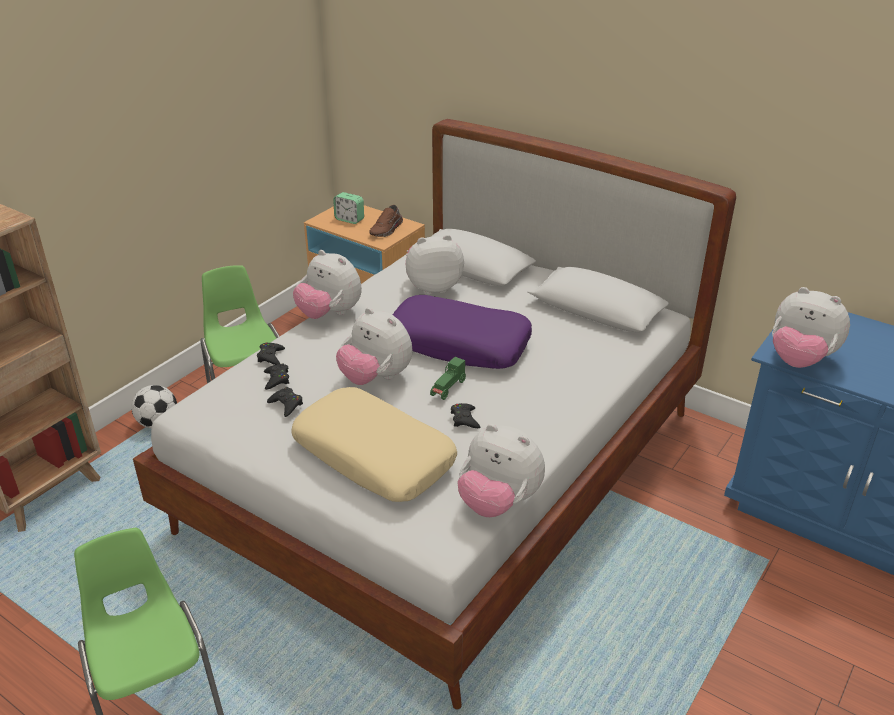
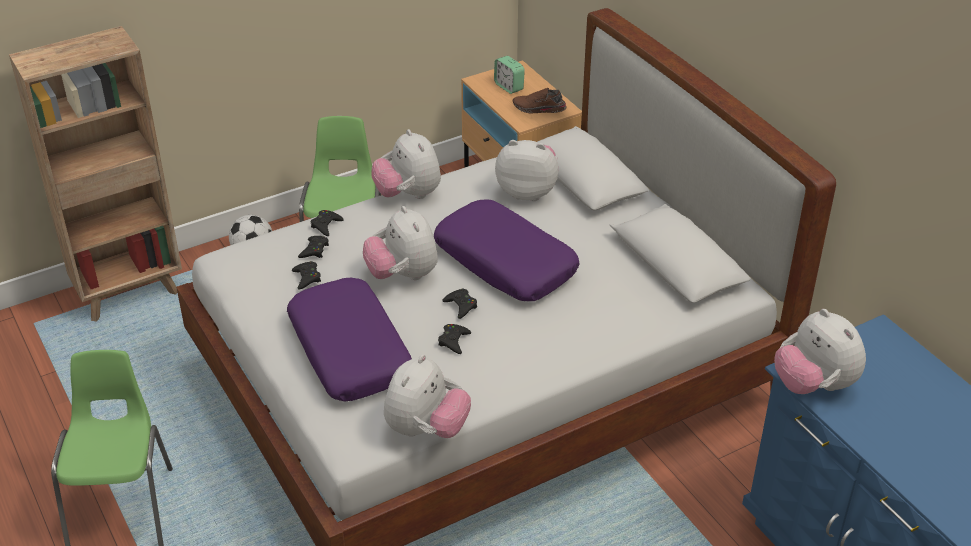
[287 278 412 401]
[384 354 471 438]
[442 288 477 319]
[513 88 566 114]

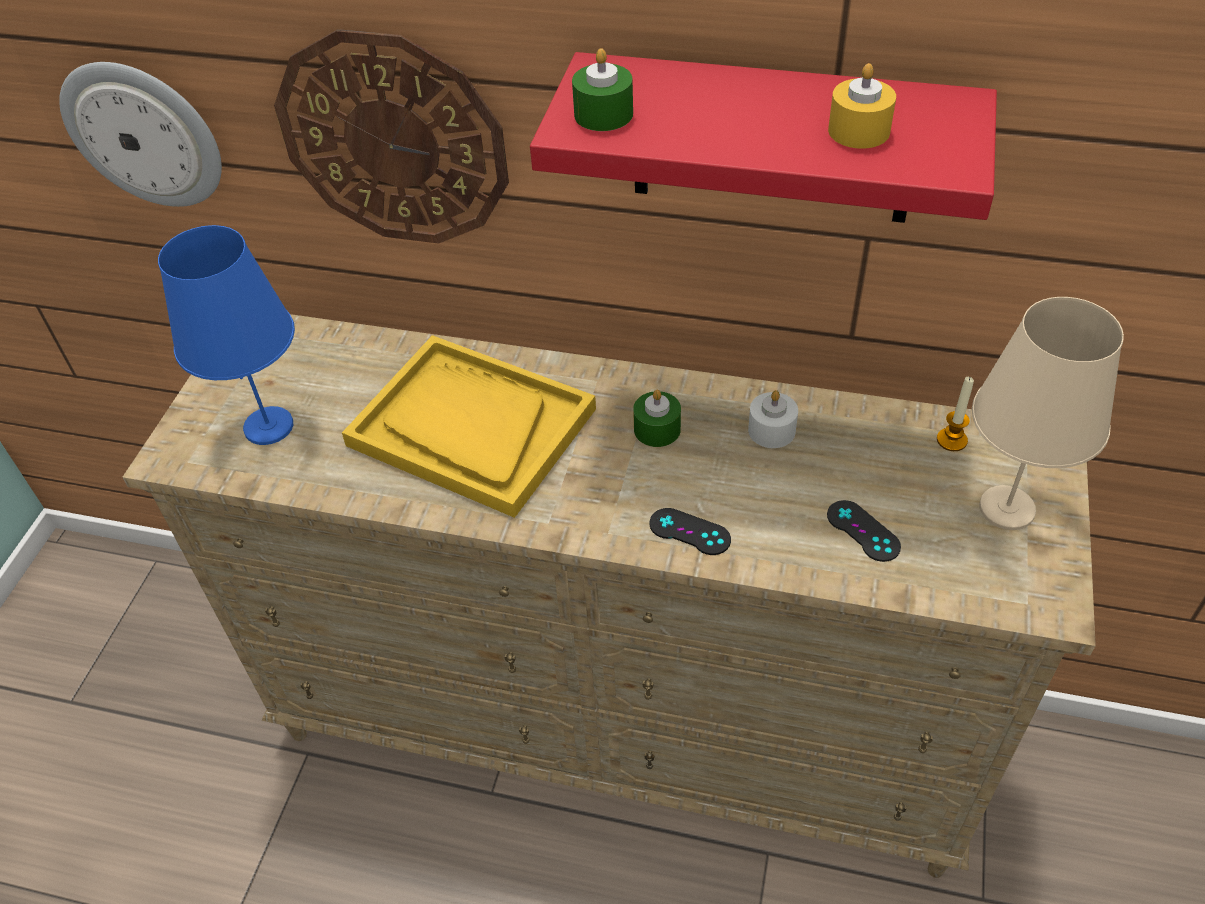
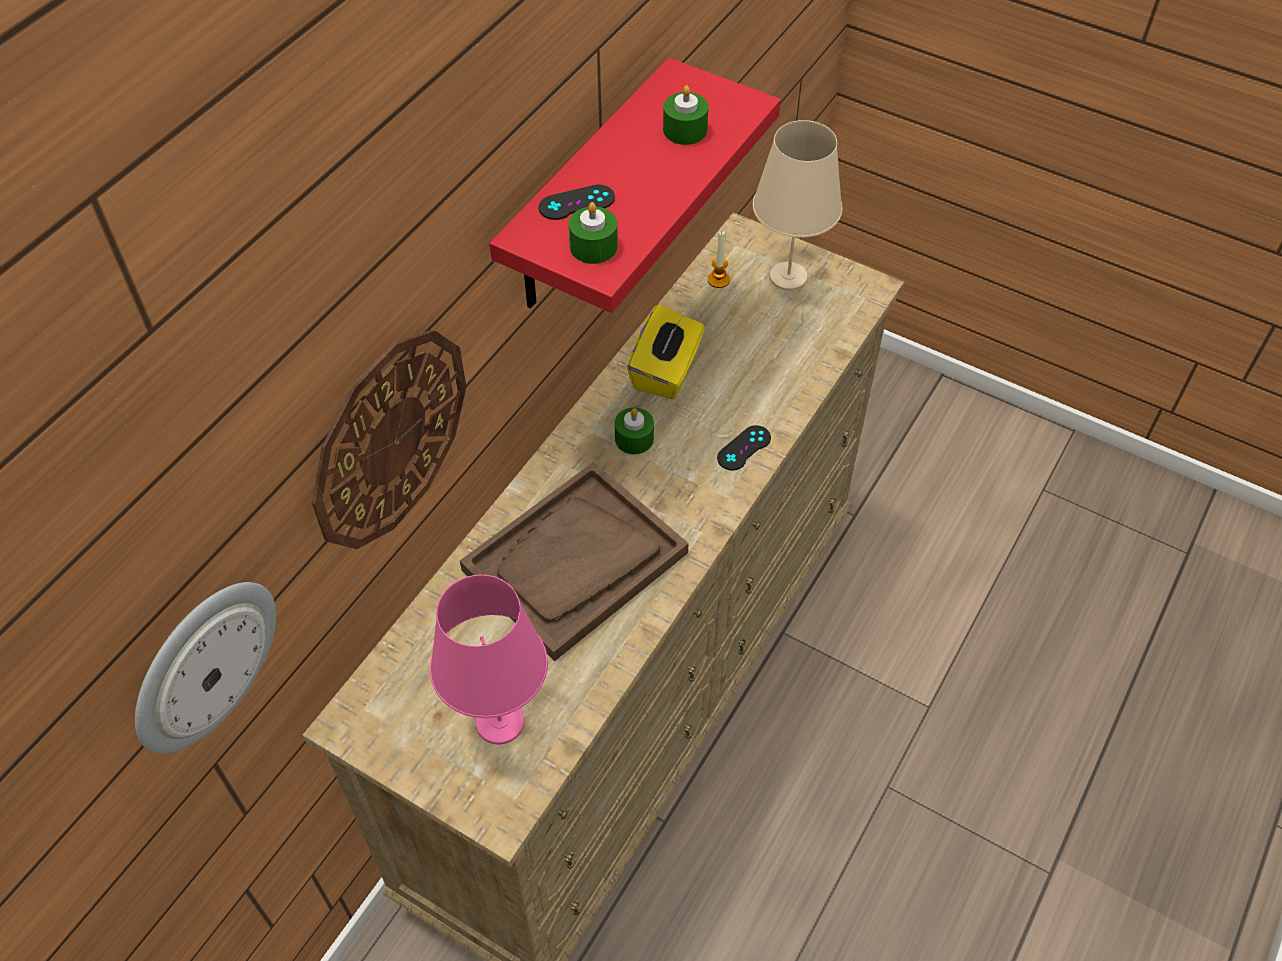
[430 575 548 745]
[460 462 689 661]
[539 185 615 220]
[627 304 705 400]
[663 85 708 145]

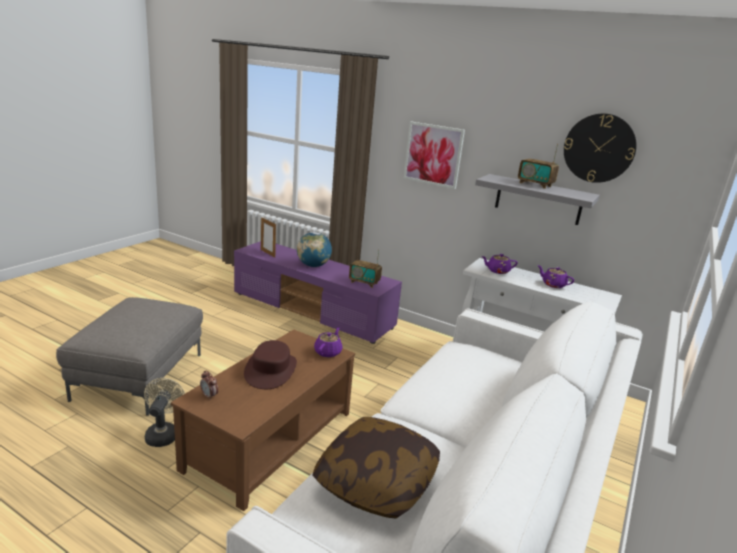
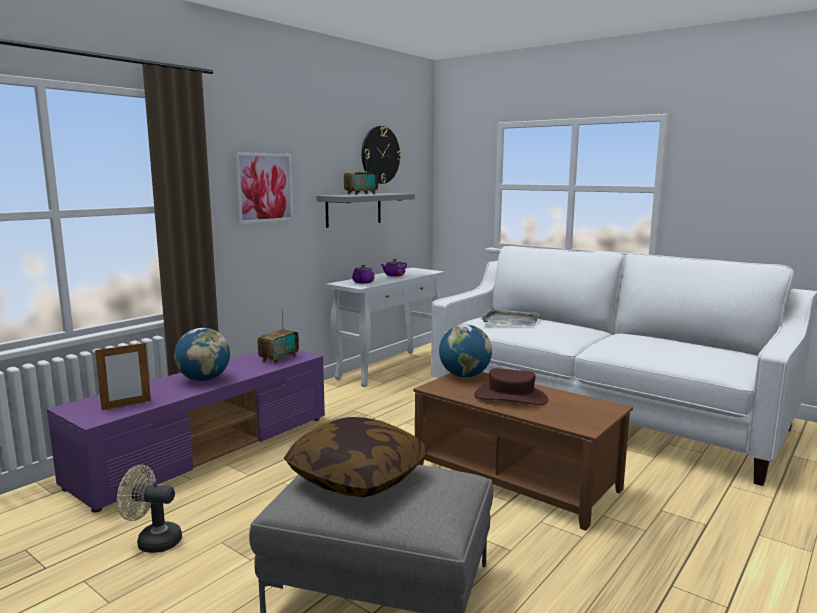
[117 465 182 553]
[284 417 428 497]
[439 324 492 377]
[481 308 539 326]
[200 371 218 400] (first image)

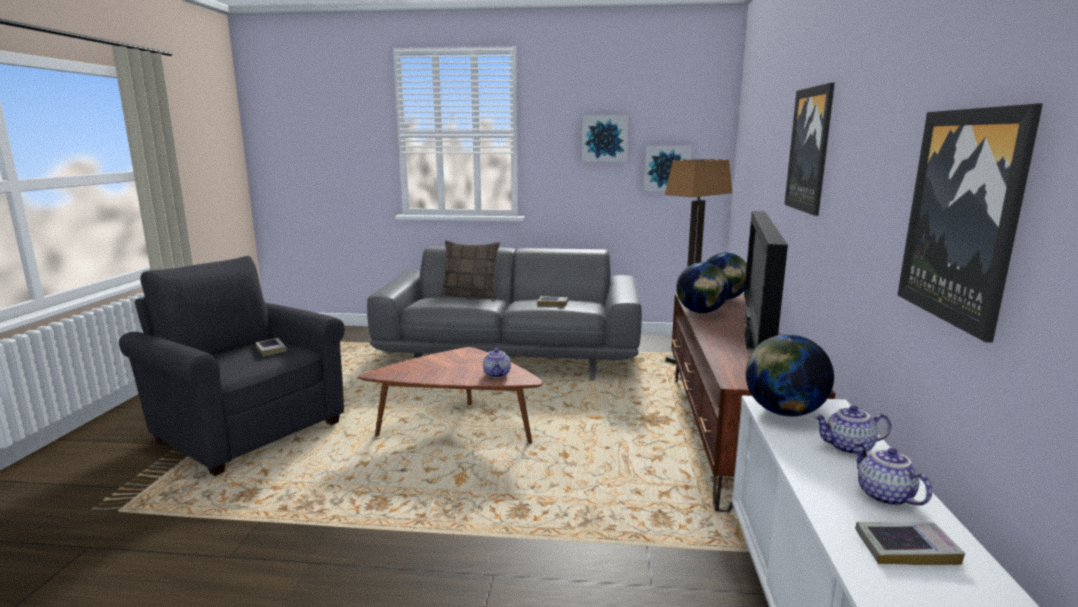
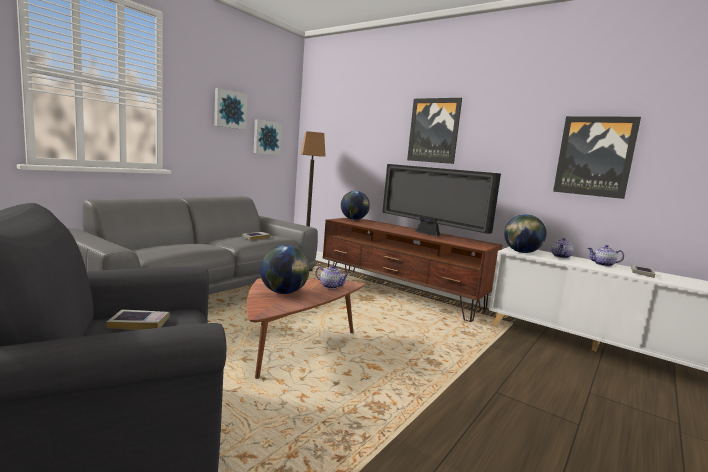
[260 245 310 294]
[440 240 500 299] (first image)

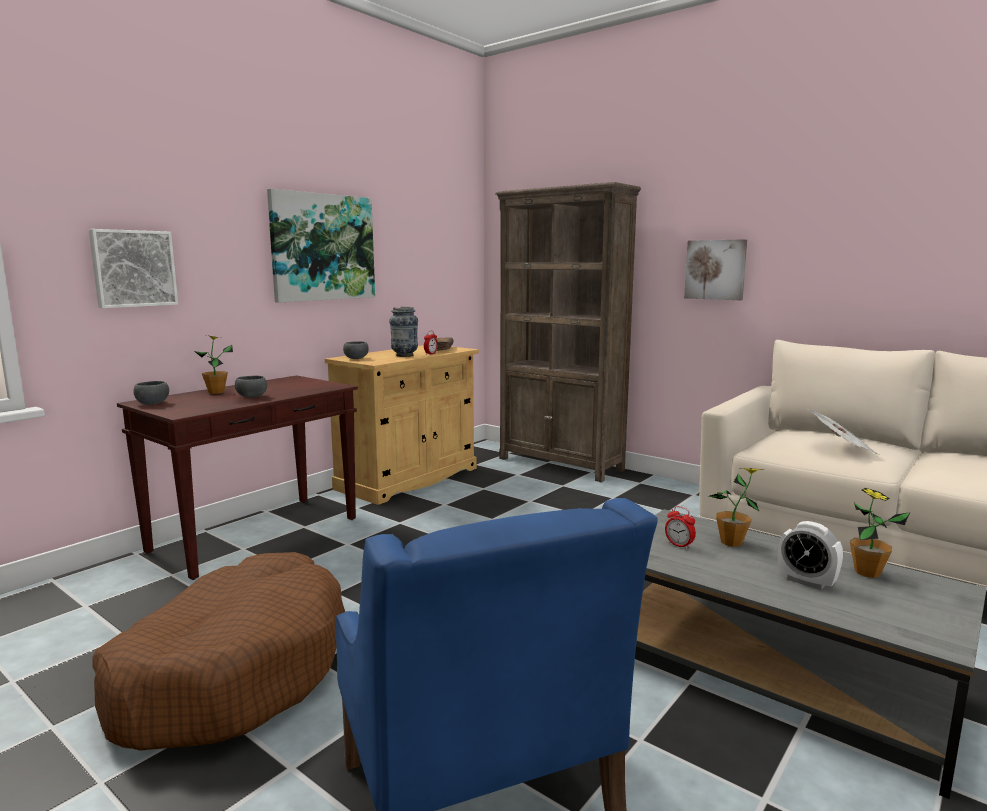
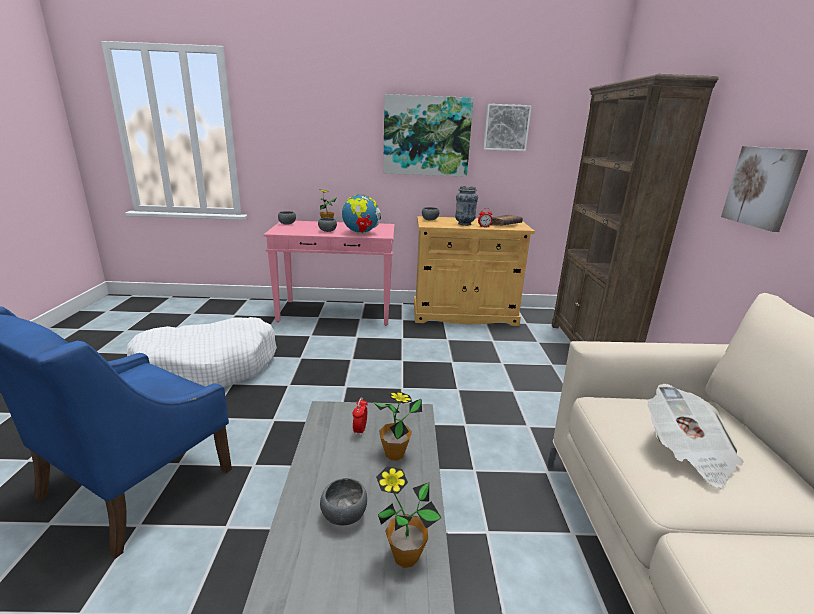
[126 317 277 387]
[264 221 395 325]
[320 478 367 526]
[342 195 381 234]
[483 104 532 151]

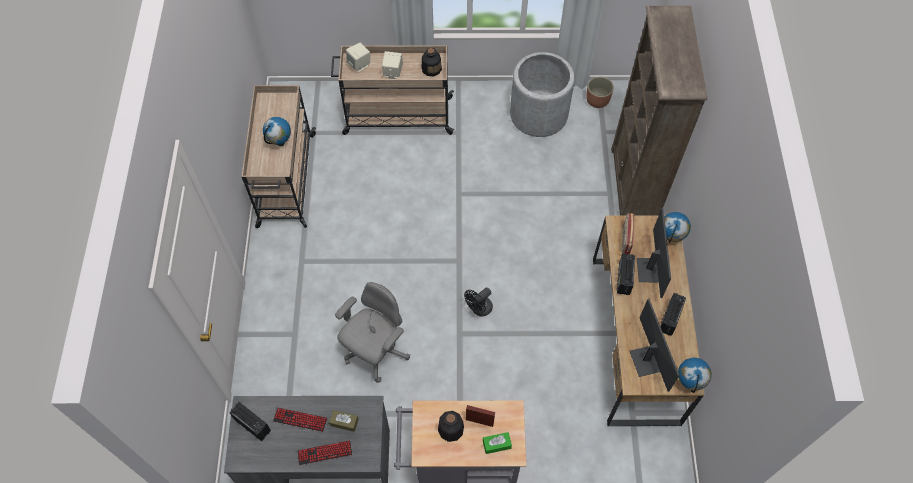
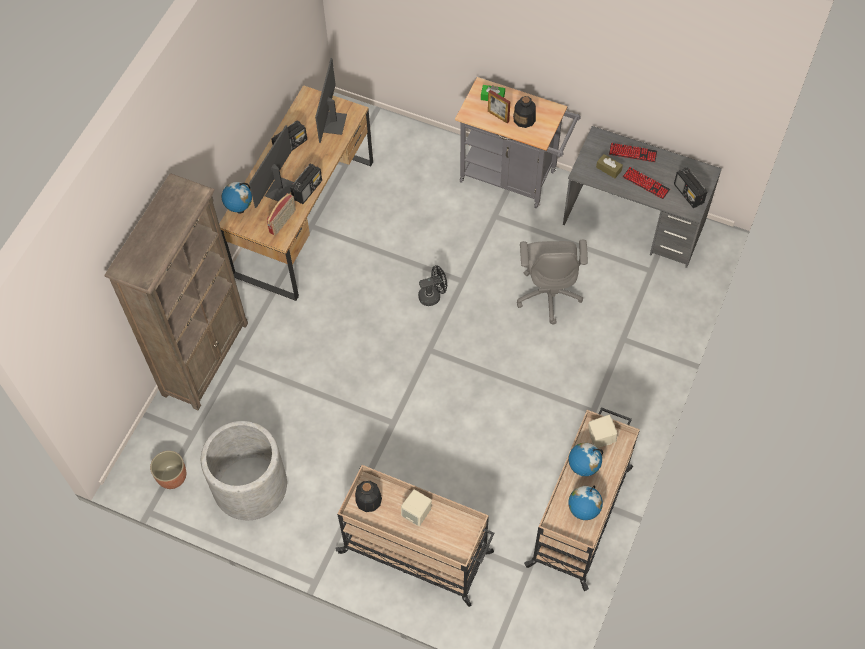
[517 240 588 325]
[568 485 603 520]
[588 415 617 448]

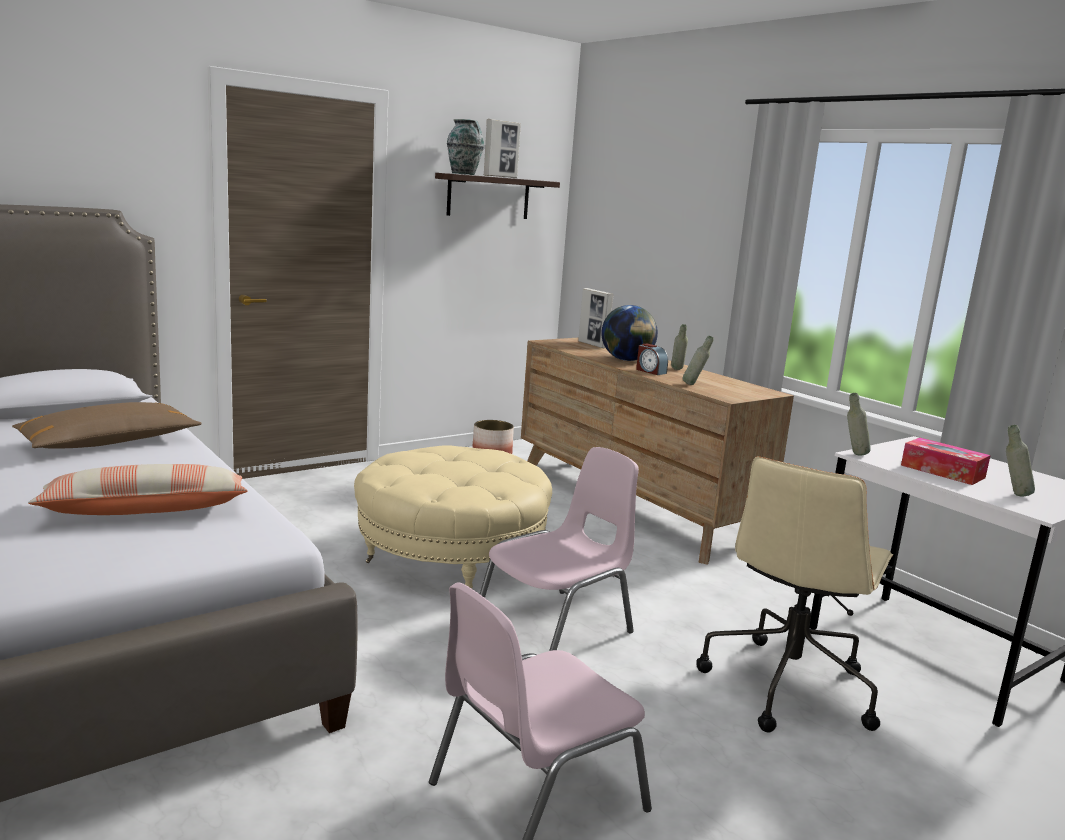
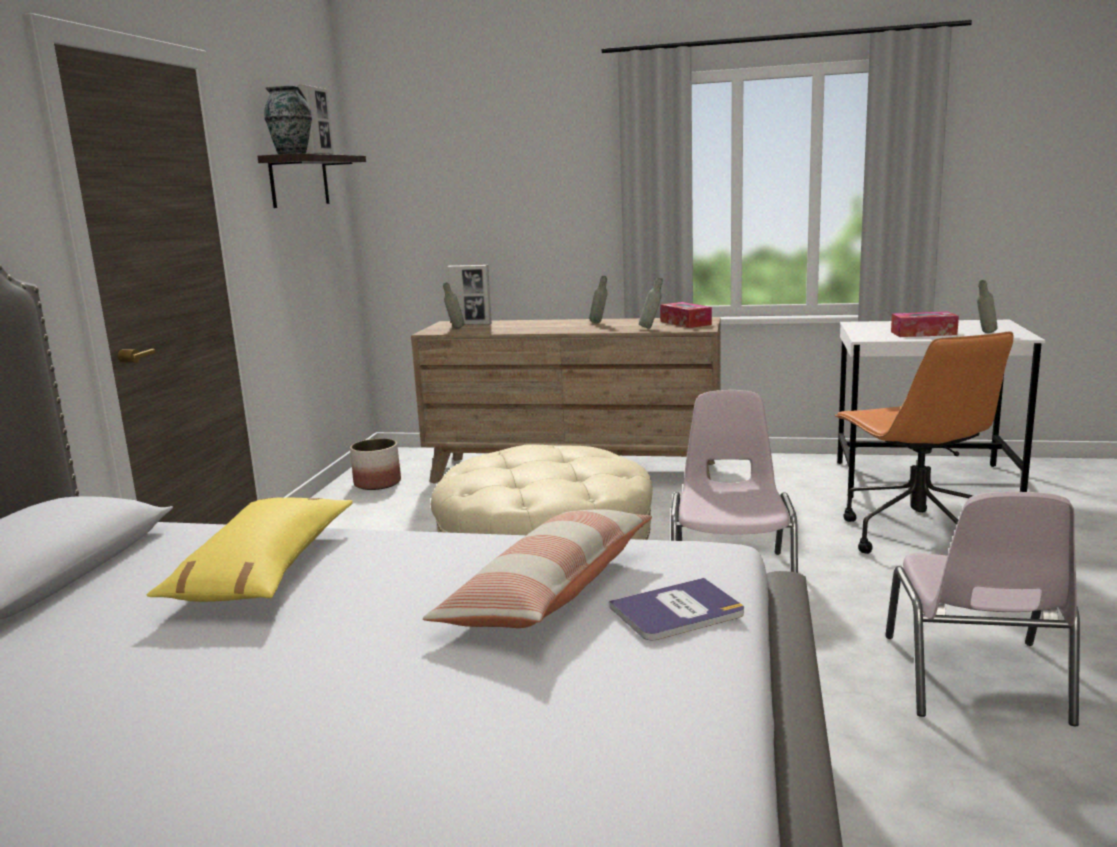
[147 498 353 602]
[443 282 465 329]
[609 578 744 640]
[660 302 712 328]
[835 332 1014 554]
[601 305 658 361] (first image)
[636 343 668 375] (first image)

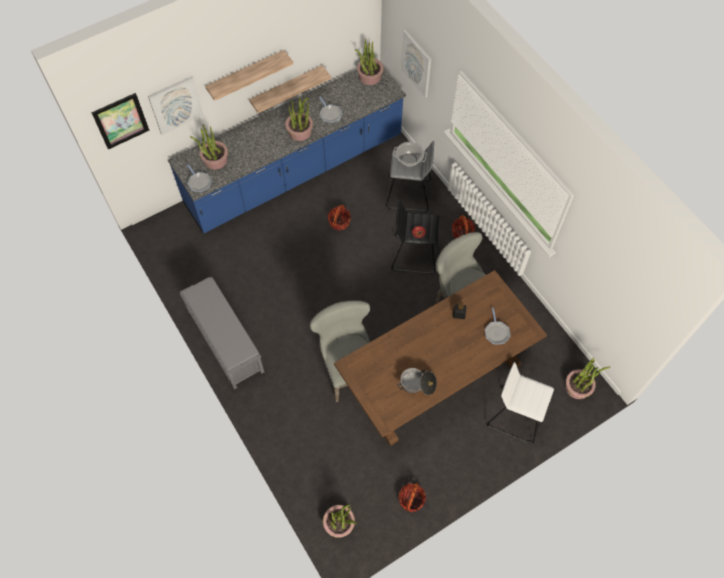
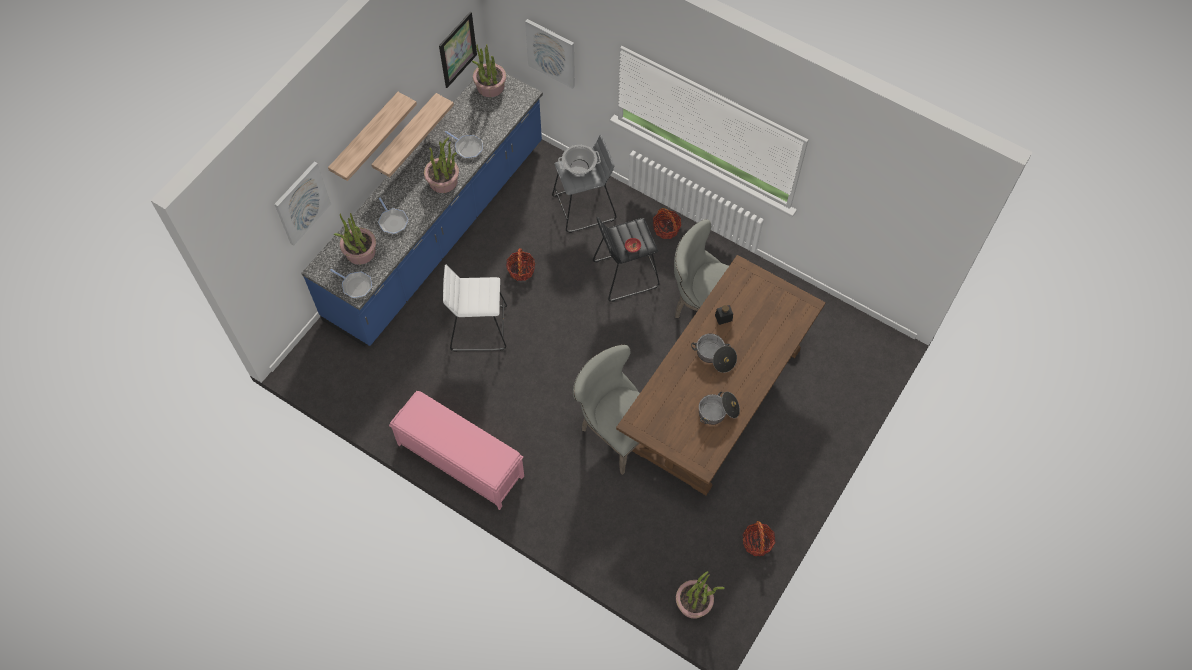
[378 198 408 234]
[389 391 524 510]
[439 12 477 88]
[443 265 507 351]
[691 333 737 373]
[566 358 610 399] (first image)

